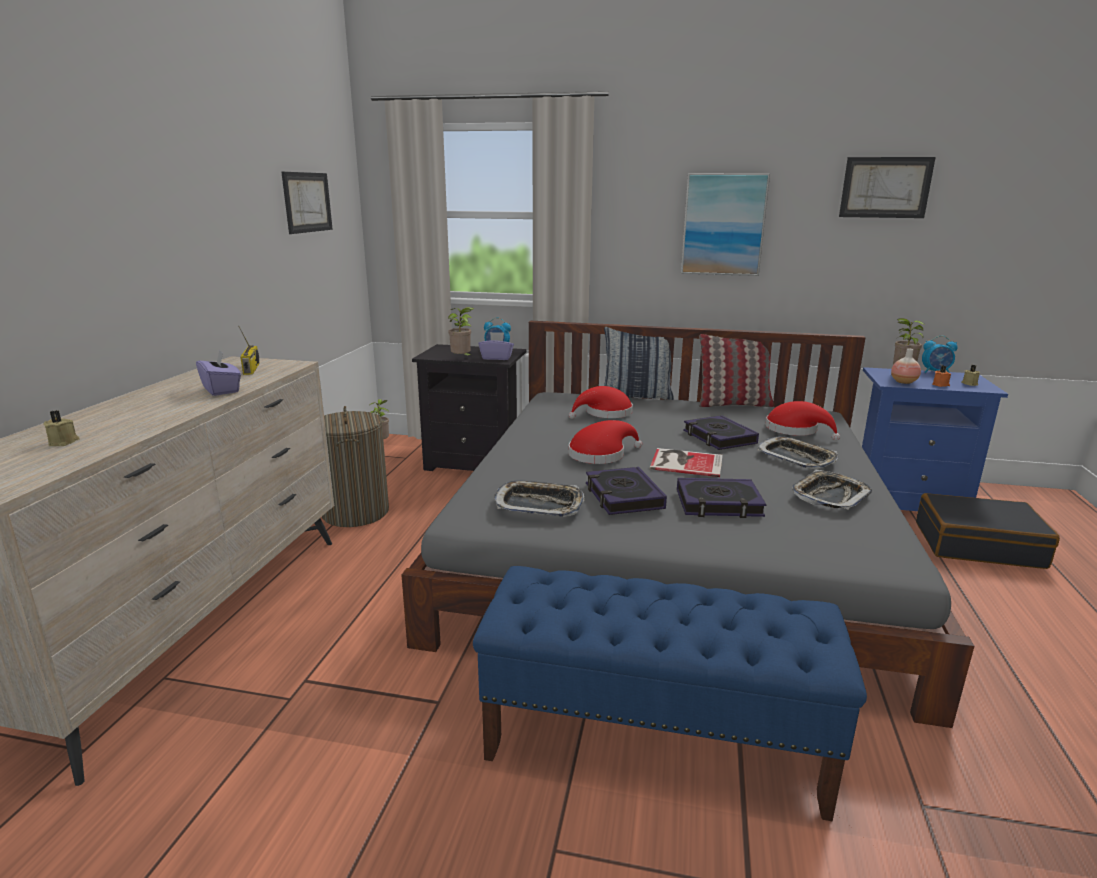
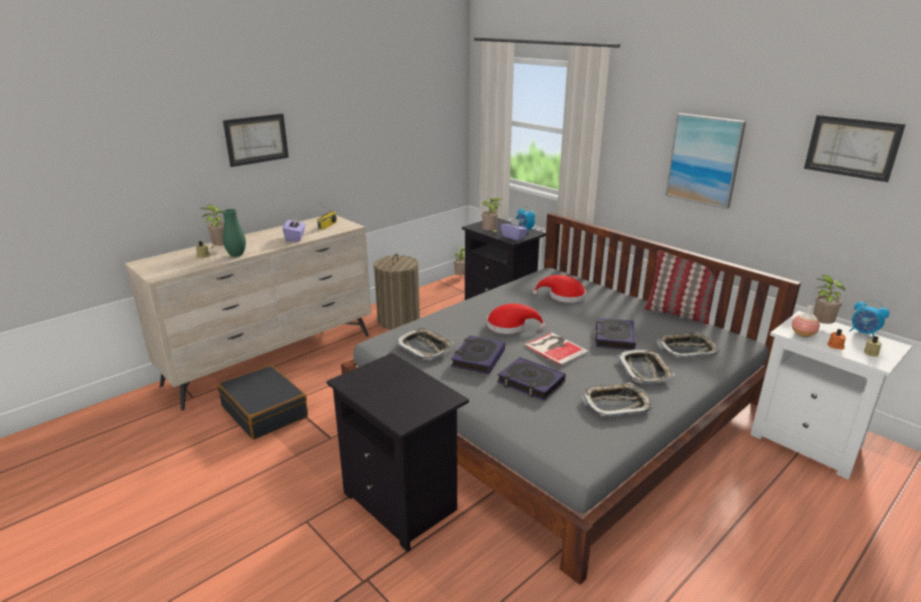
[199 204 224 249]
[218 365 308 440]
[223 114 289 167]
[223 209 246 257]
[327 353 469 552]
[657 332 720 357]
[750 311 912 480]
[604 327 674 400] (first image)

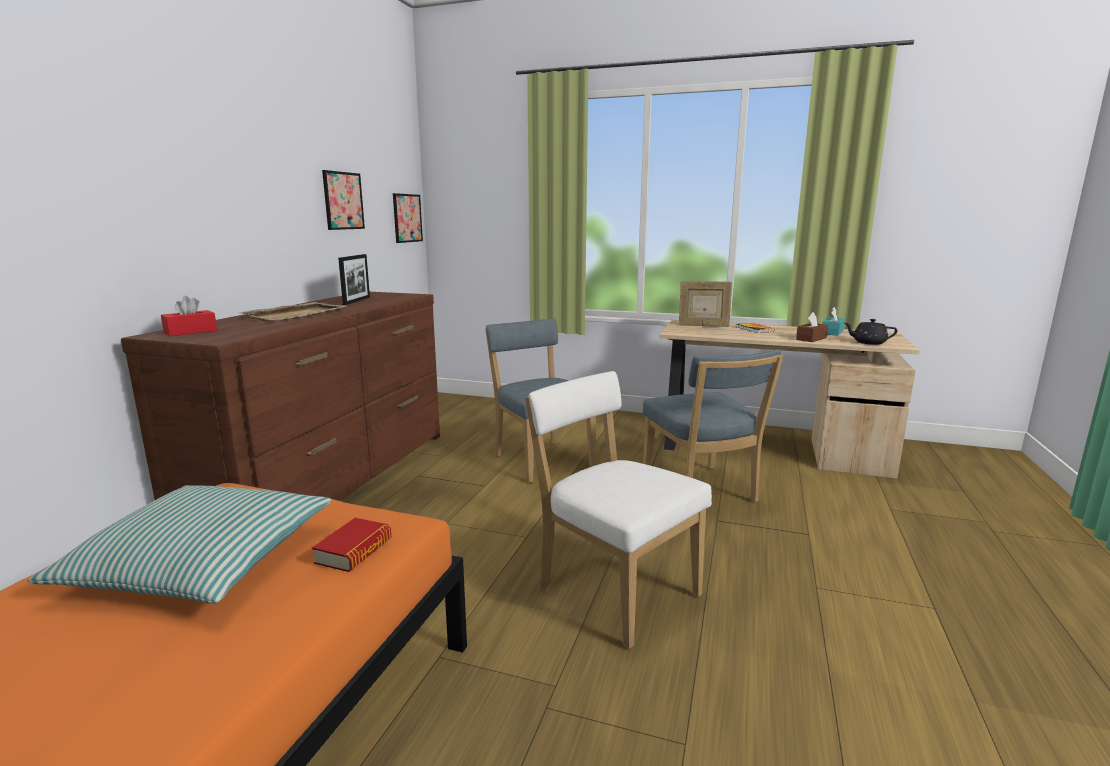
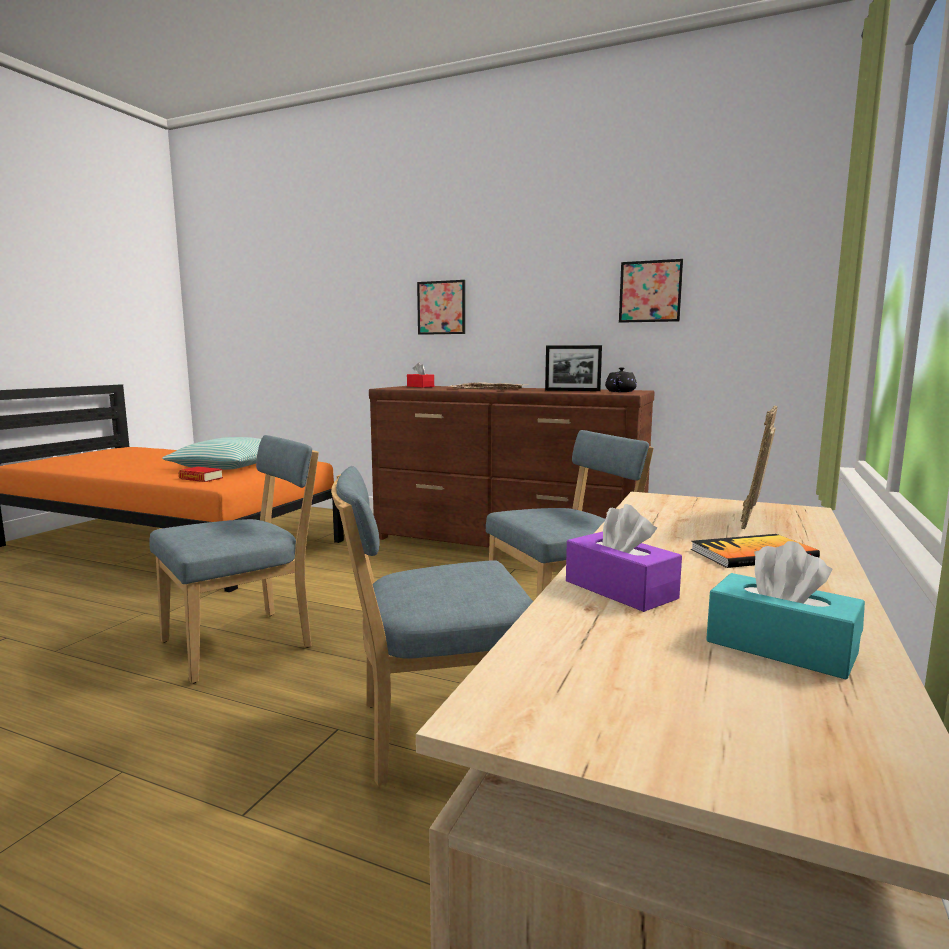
[149 435 319 683]
[417 280 465 335]
[566 504 682 612]
[605 367 637 392]

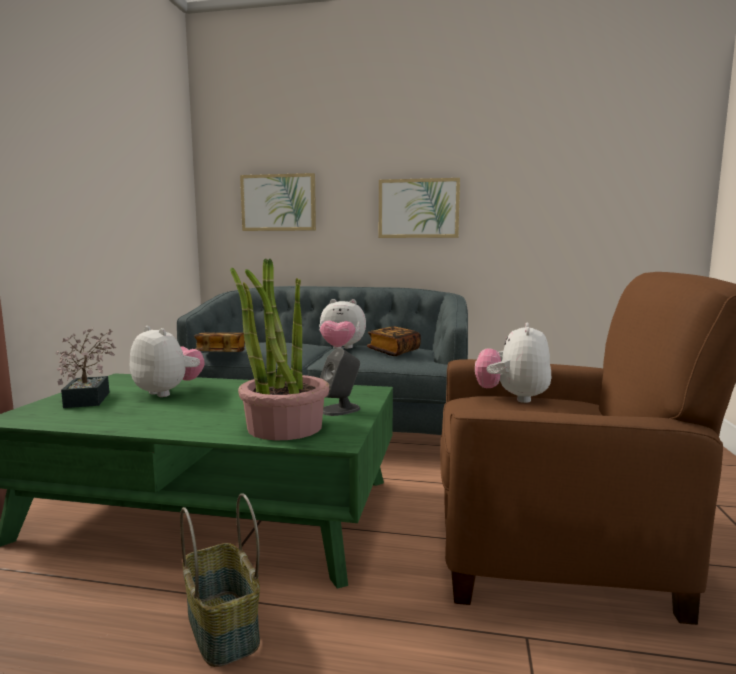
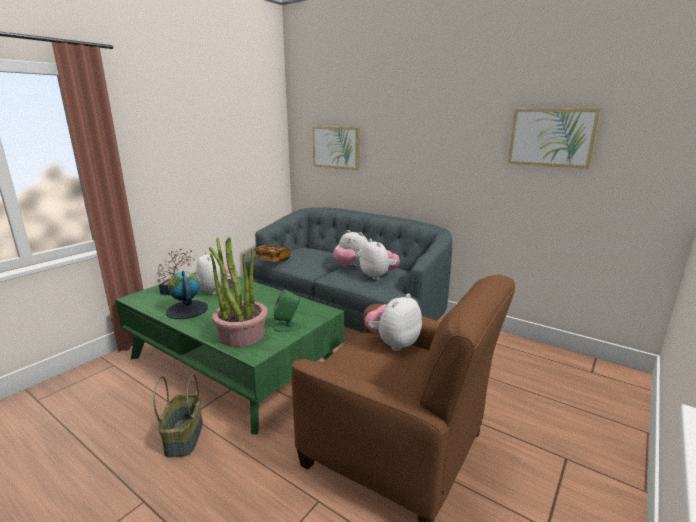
[166 271 208 319]
[273 290 300 332]
[360 238 400 280]
[508 108 601 169]

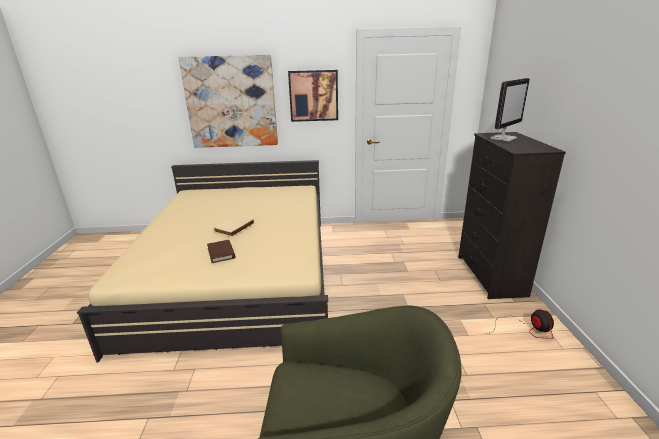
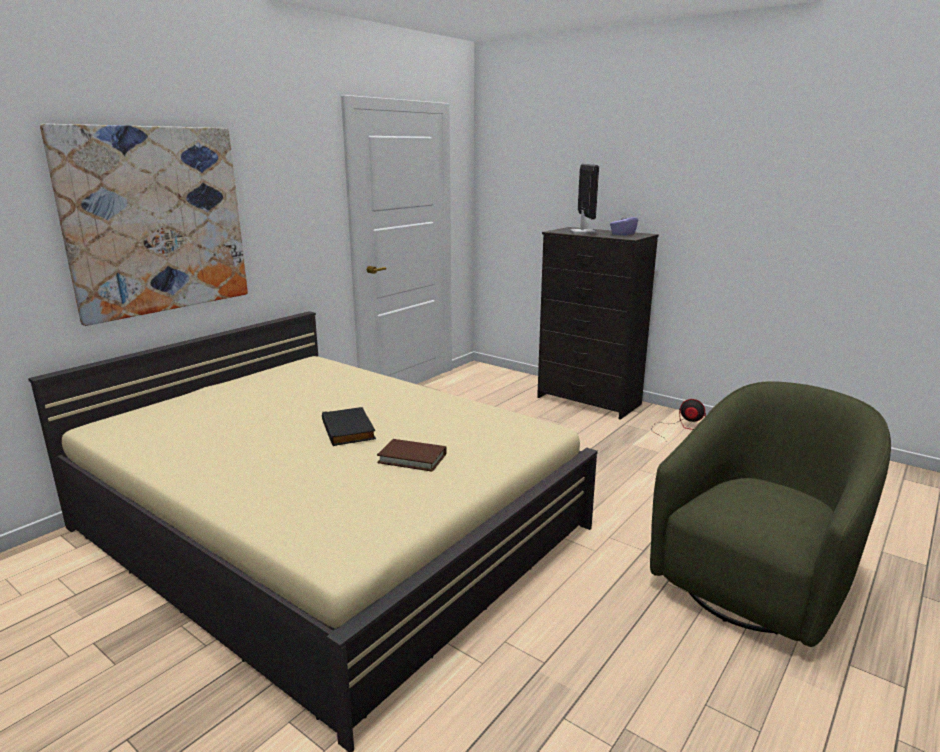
[322 407 376 446]
[610 211 638 236]
[288 70 338 122] (first image)

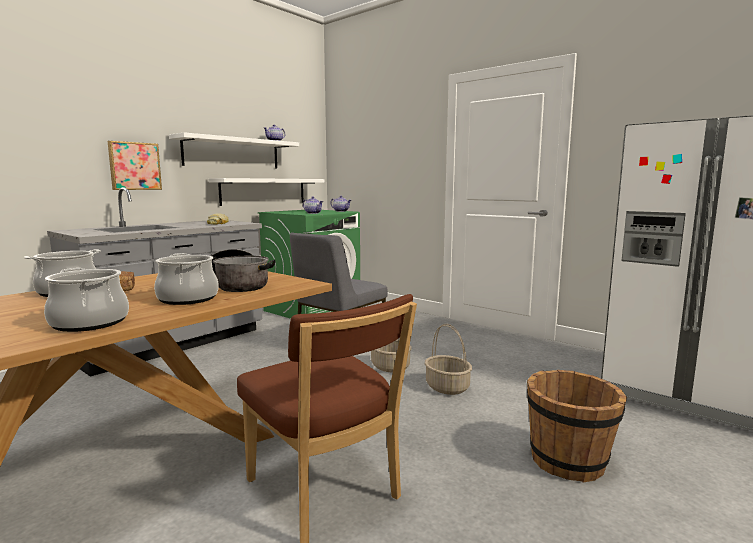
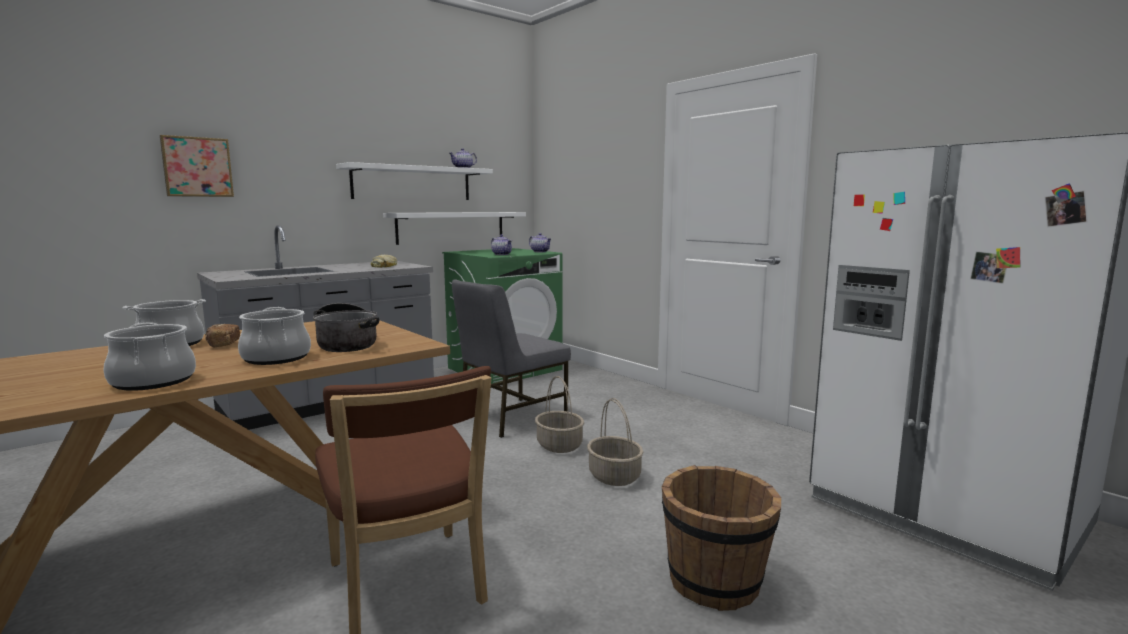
[160 135 234 197]

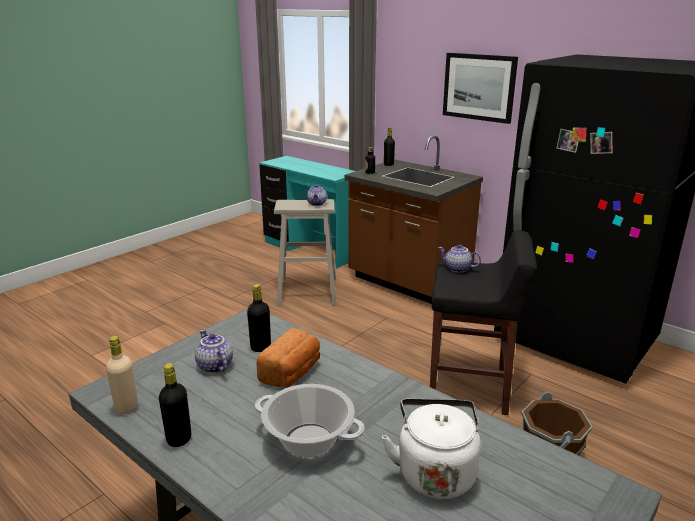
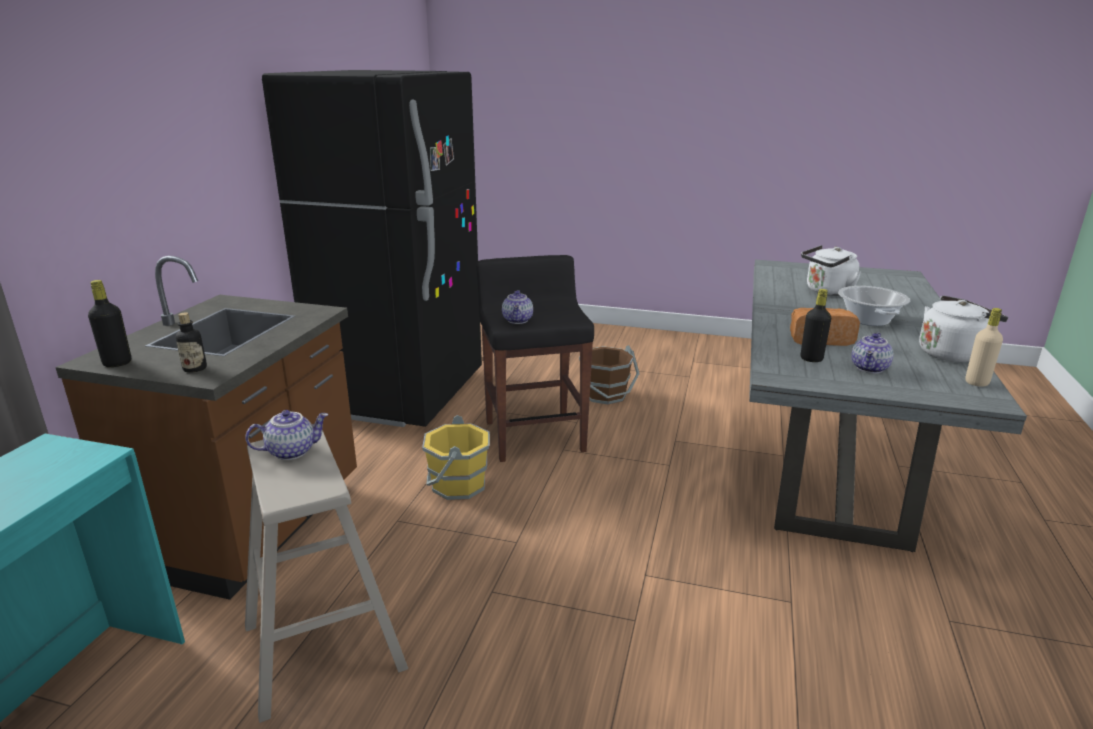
[422 415 490 500]
[919 295 1008 362]
[443 53 518 124] (first image)

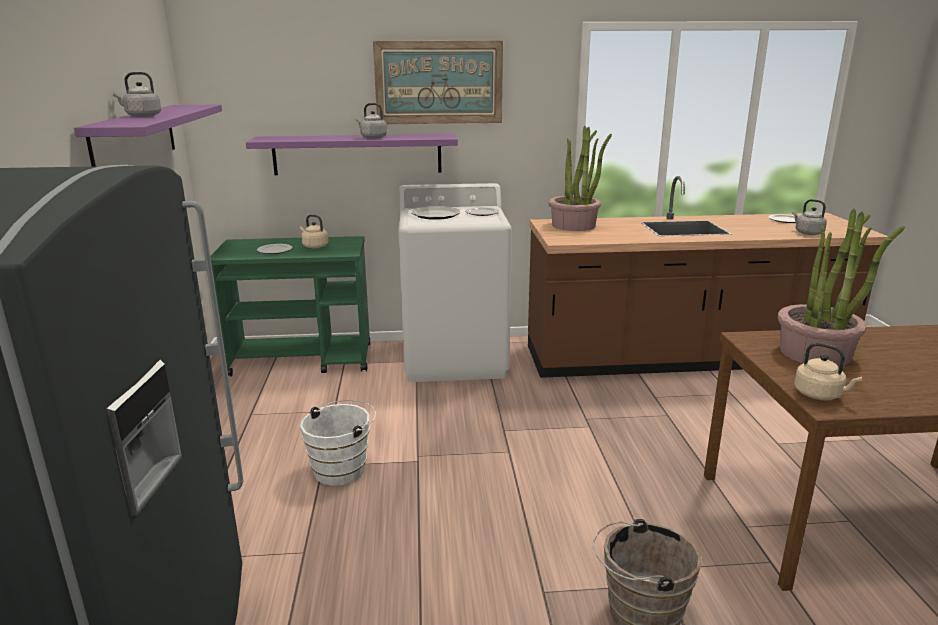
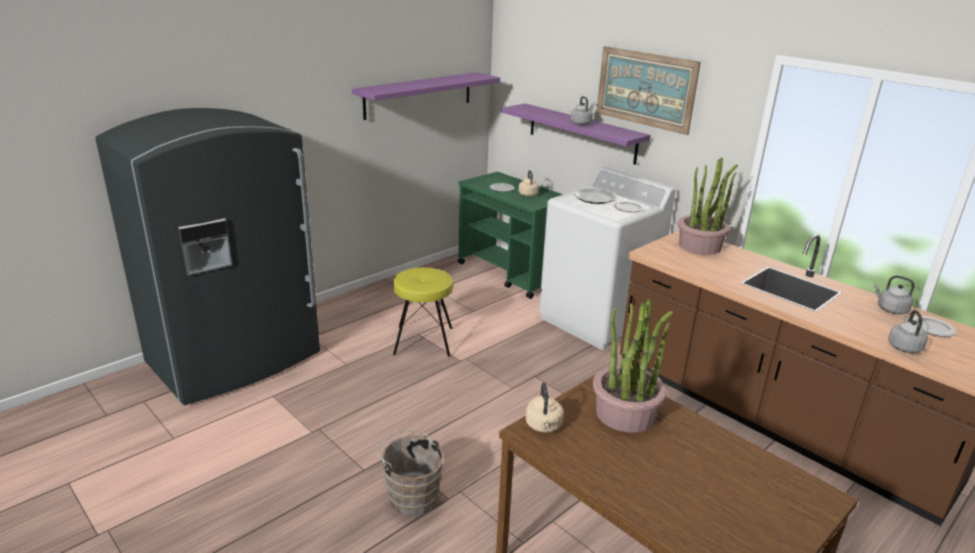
[393 267 453 357]
[874 276 915 314]

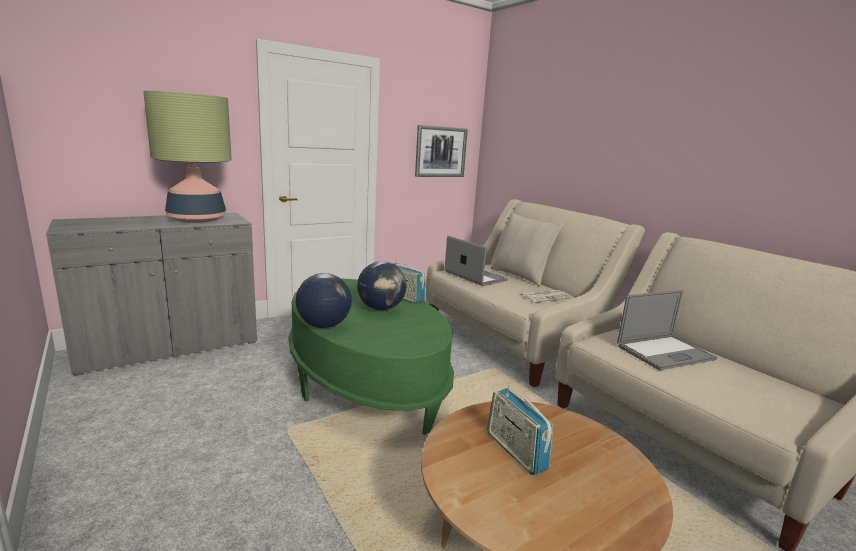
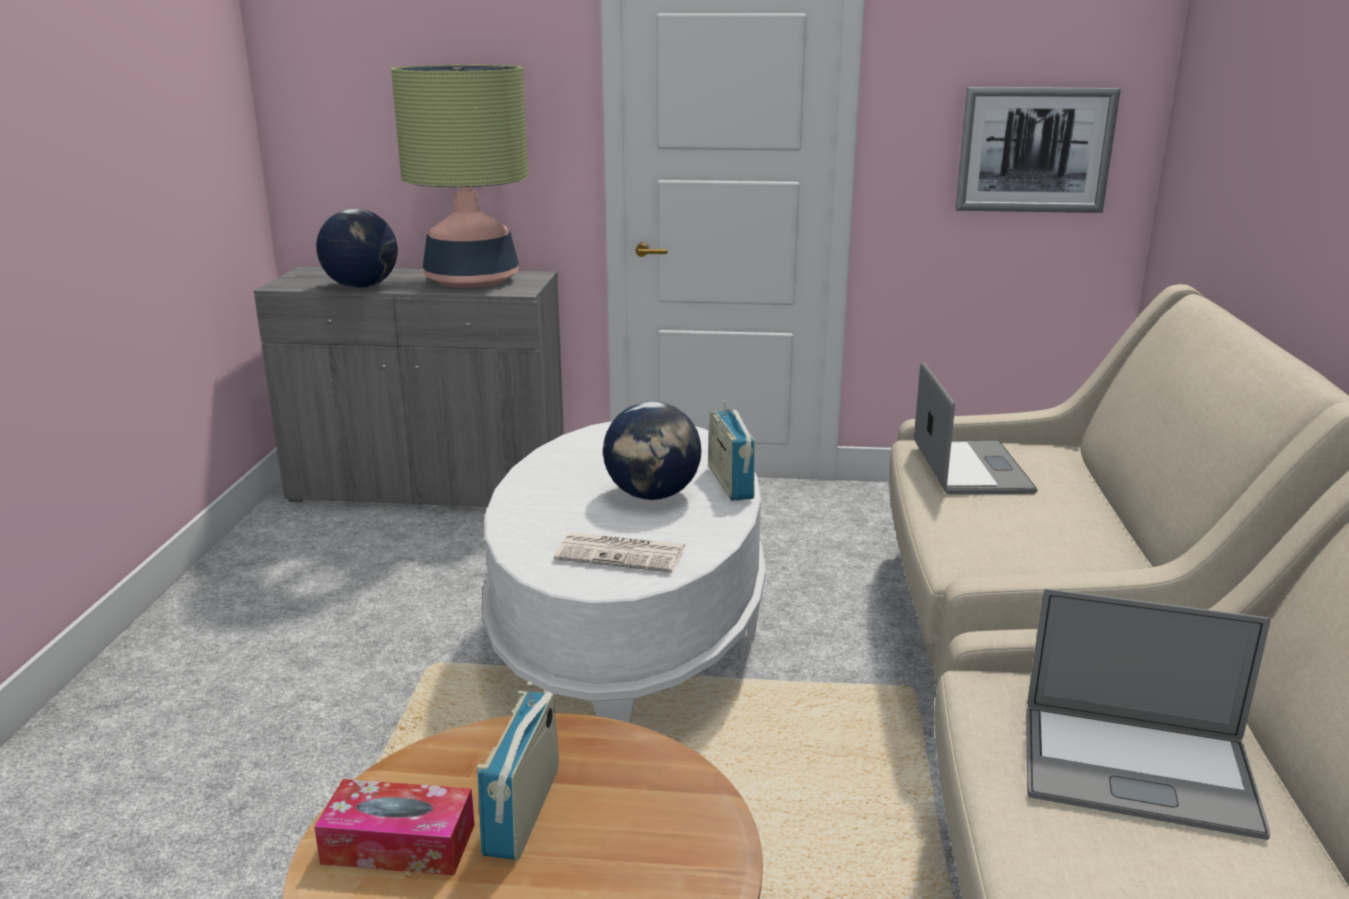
[314 779 475 876]
[316 209 398 288]
[483 421 766 723]
[554 532 686 573]
[490 212 563 286] (first image)

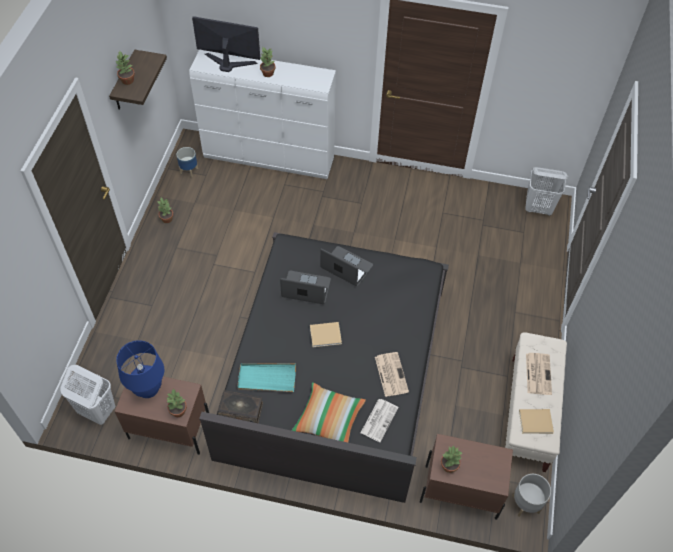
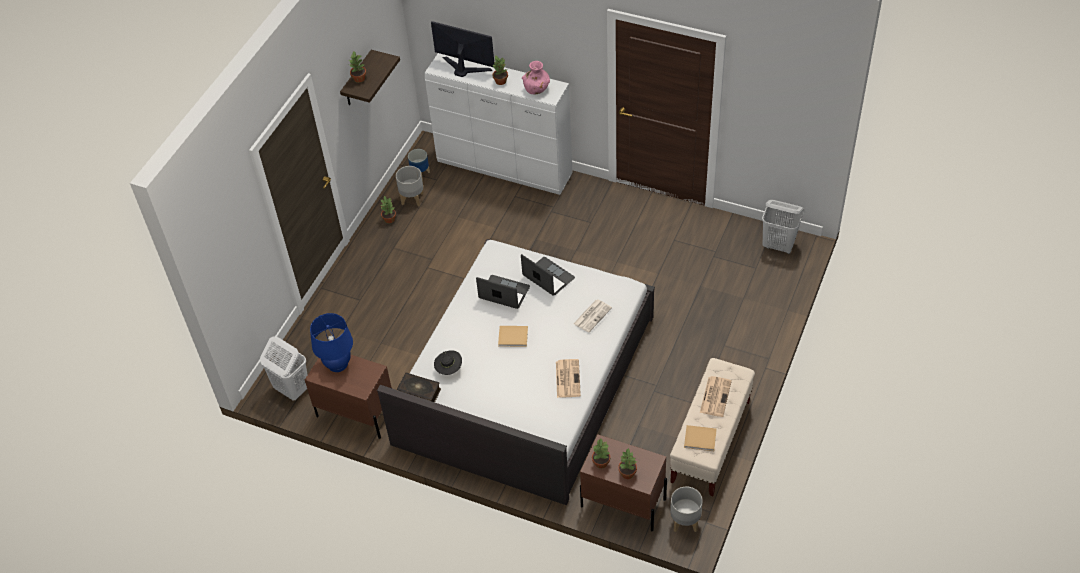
[377 239 655 505]
[396 166 424 207]
[434 350 462 375]
[522 61 550 94]
[573 299 612 333]
[618 448 638 479]
[292 382 366 442] (first image)

